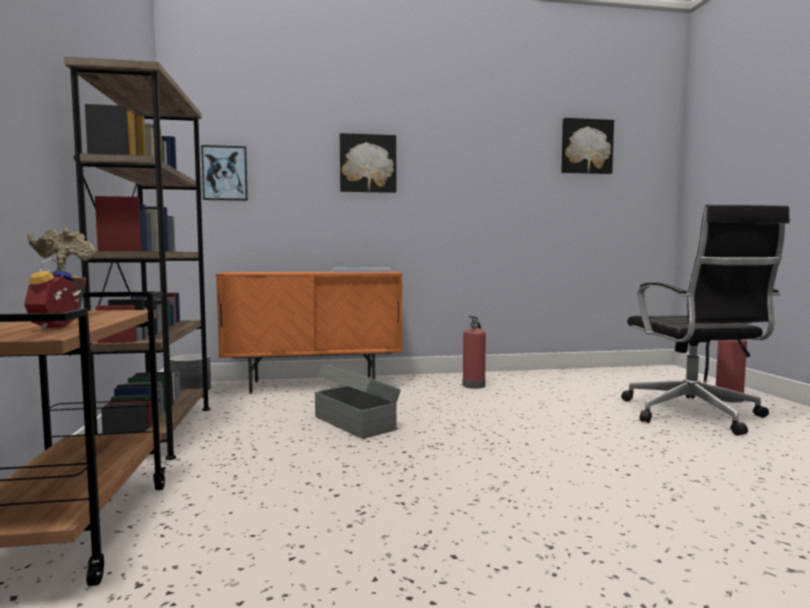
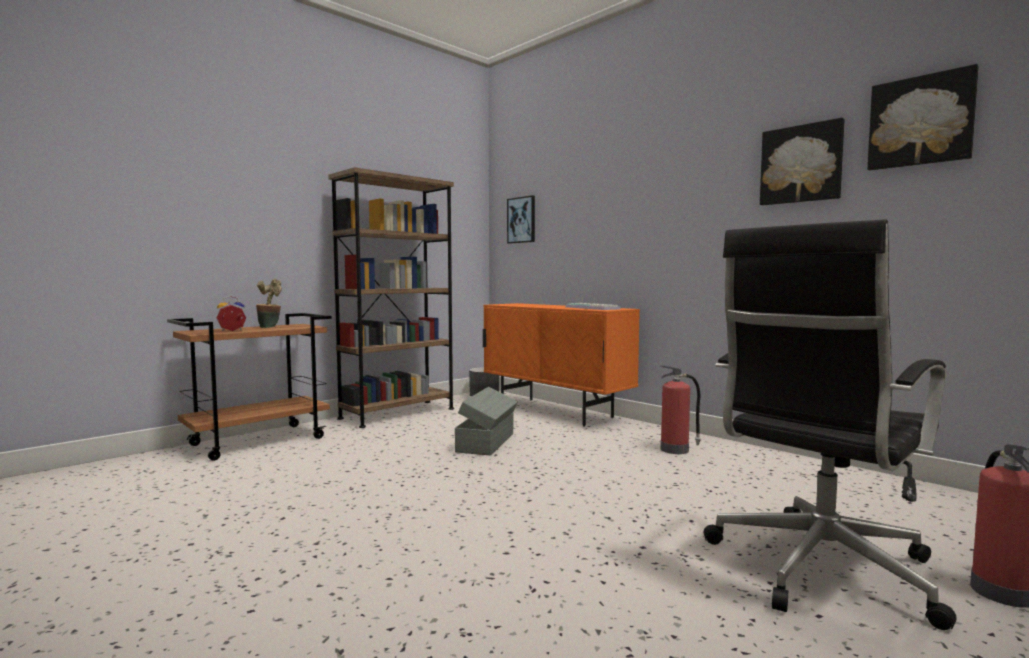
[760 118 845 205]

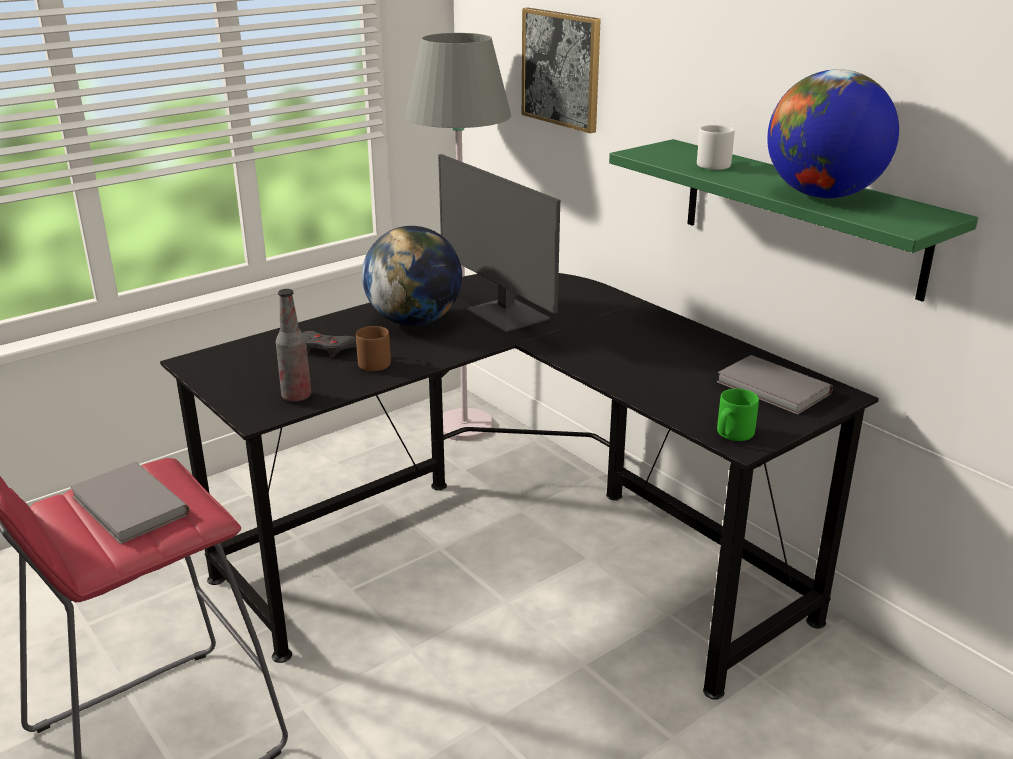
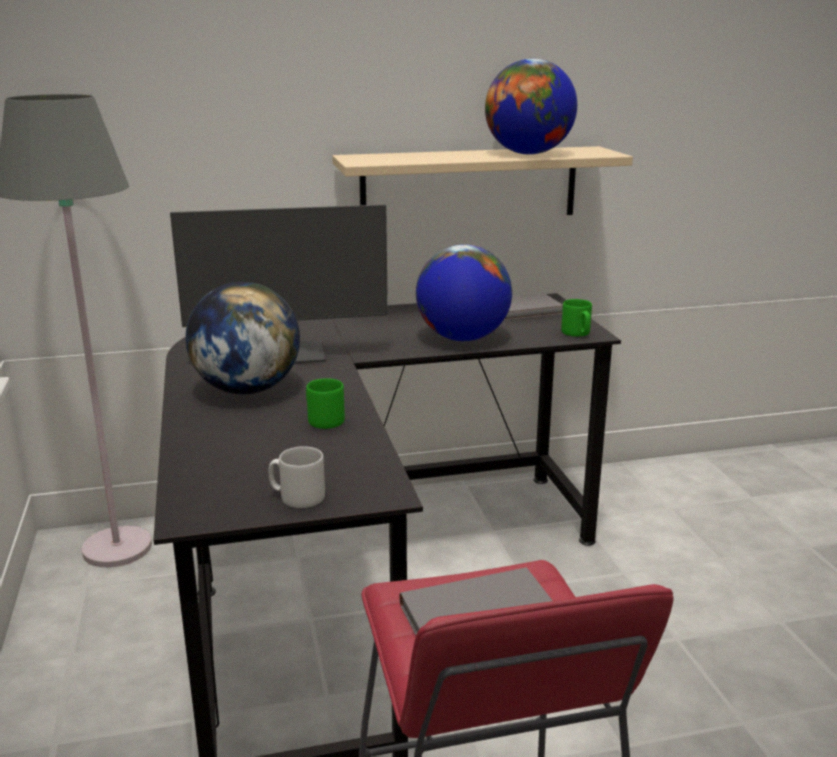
[522 8 601 133] (first image)
[269 446 325 508]
[332 146 633 215]
[276 289 311 402] (first image)
[306 378 345 429]
[303 331 357 357] (first image)
[416 245 512 341]

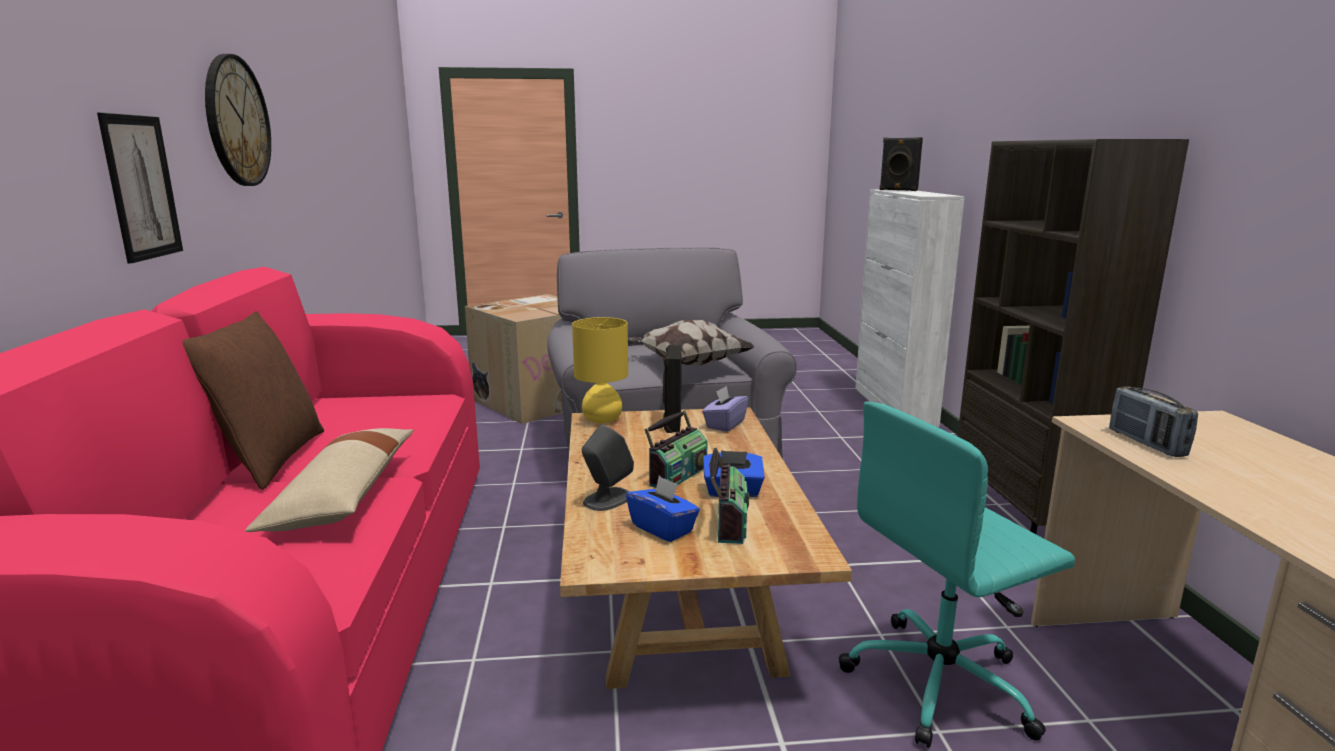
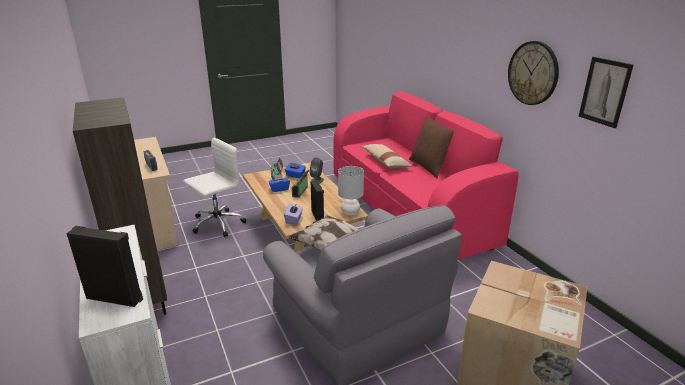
[579 57 633 128]
[338 166 364 216]
[183 137 247 237]

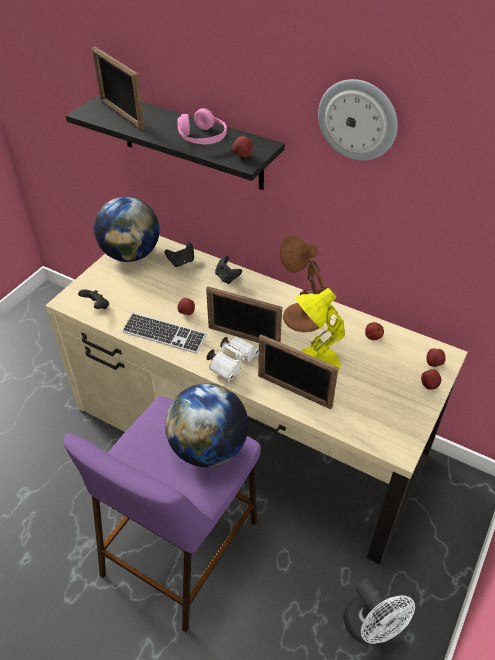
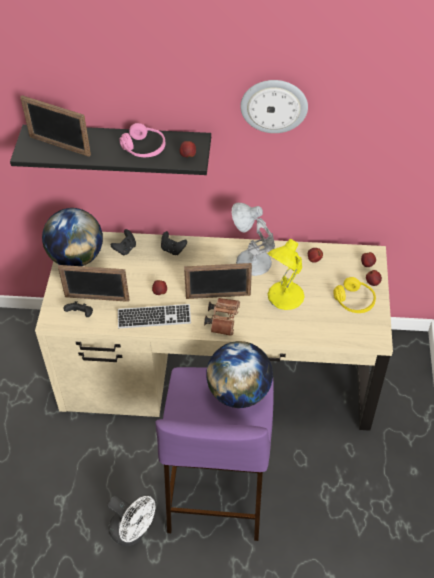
[232 203 275 276]
[58 265 130 302]
[204 298 240 336]
[107 495 155 546]
[333 277 376 313]

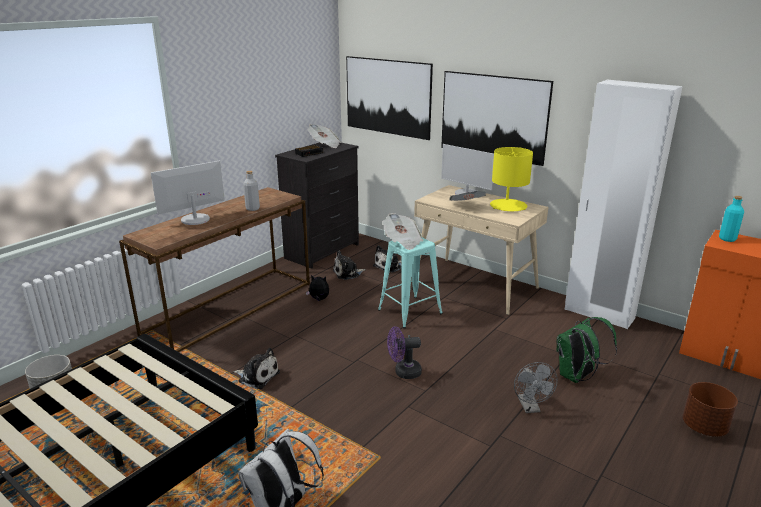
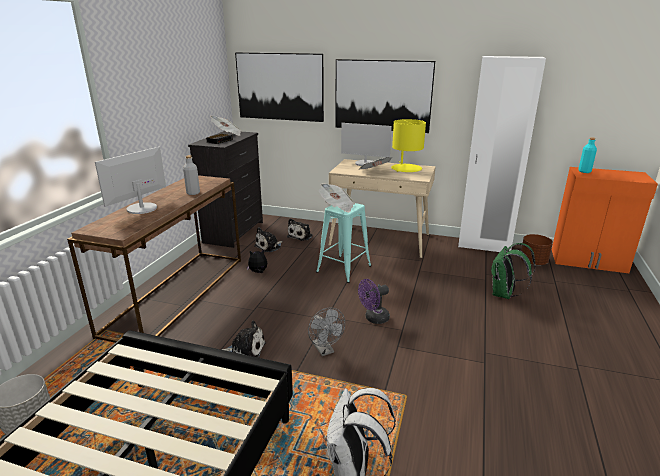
[308 308 345 356]
[521 234 553 265]

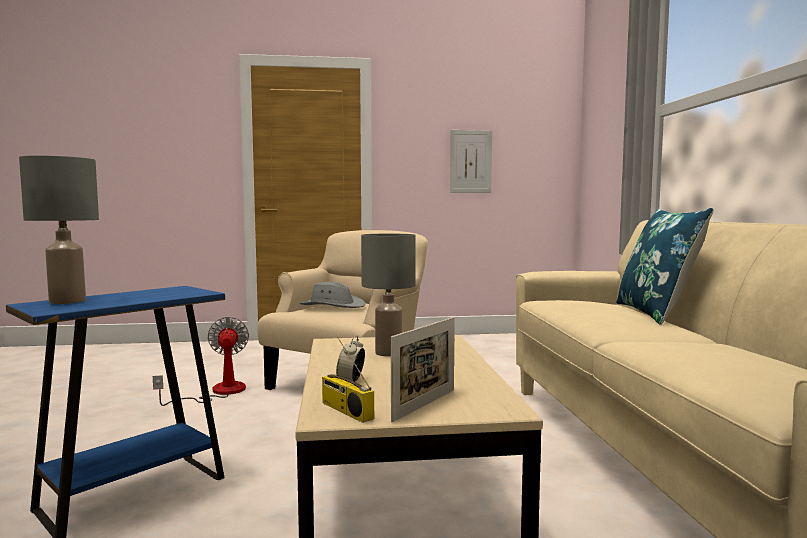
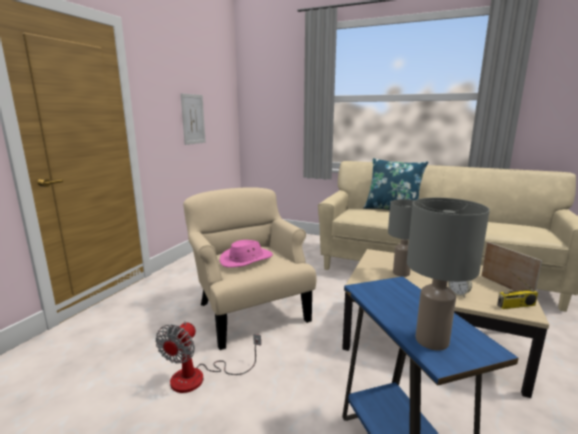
[220 240 273 268]
[156 321 261 393]

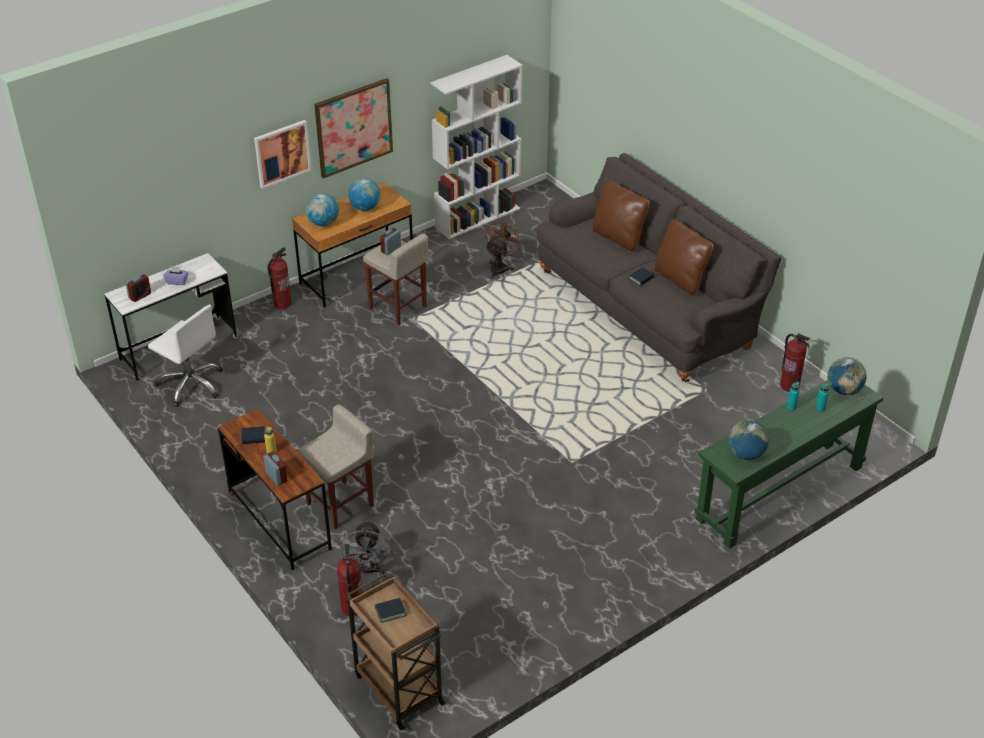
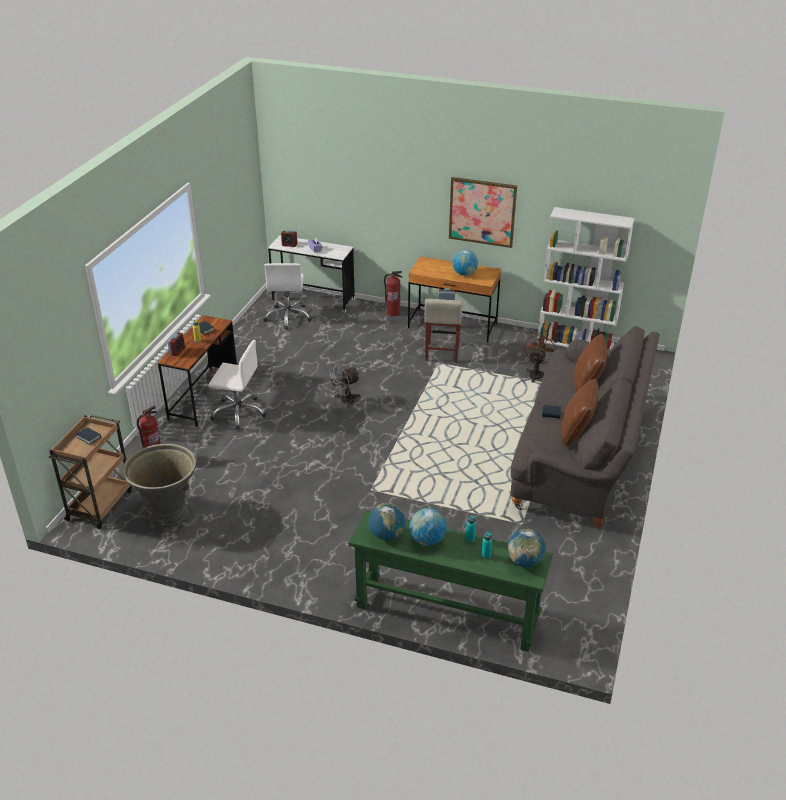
[254 120 311 189] (first image)
[409 508 447 546]
[524 332 557 383]
[780 333 810 392] (first image)
[208 340 267 430]
[326 363 360 408]
[122 444 196 527]

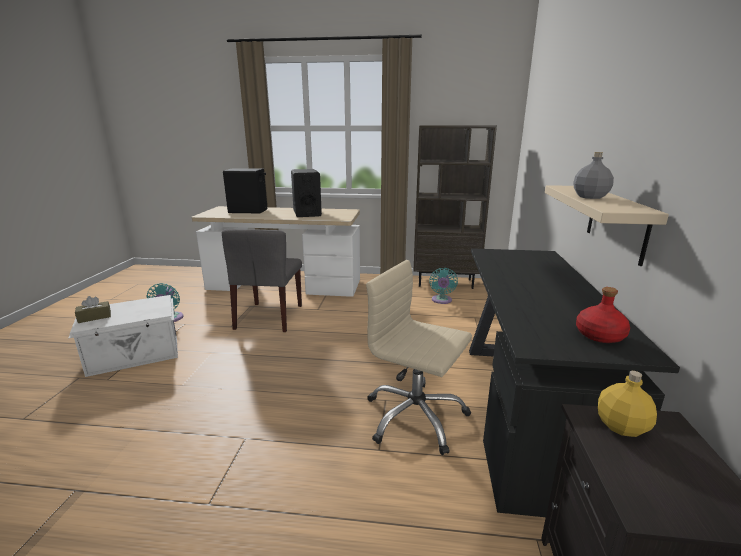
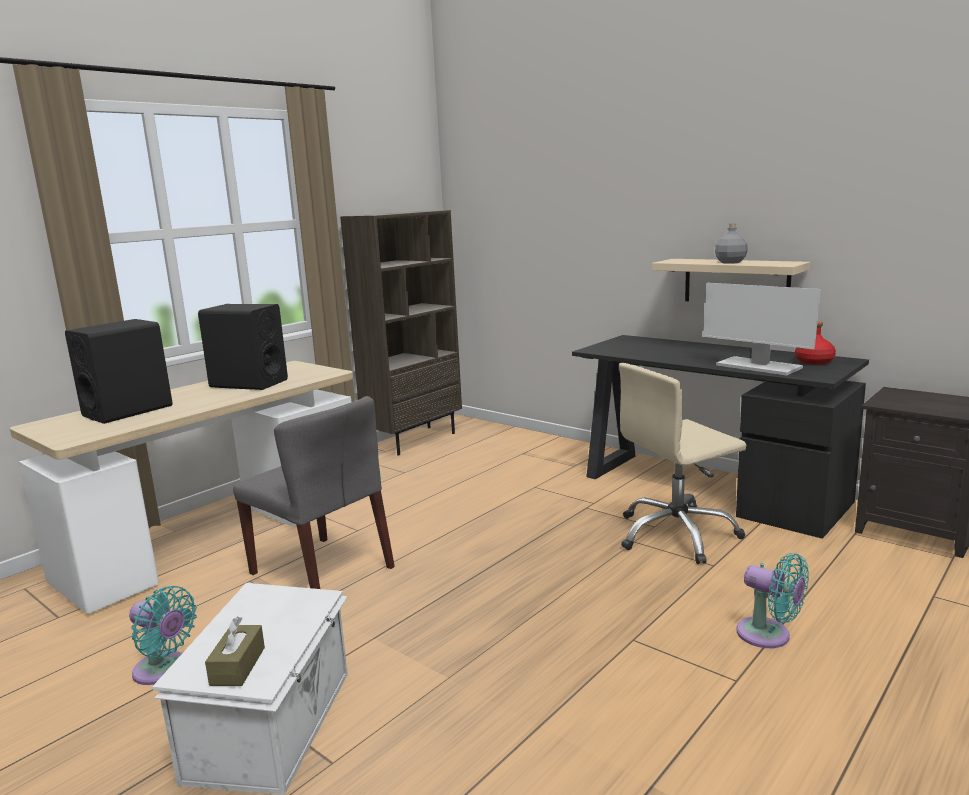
[736 553 809 648]
[598 371 657 437] (first image)
[703 283 821 375]

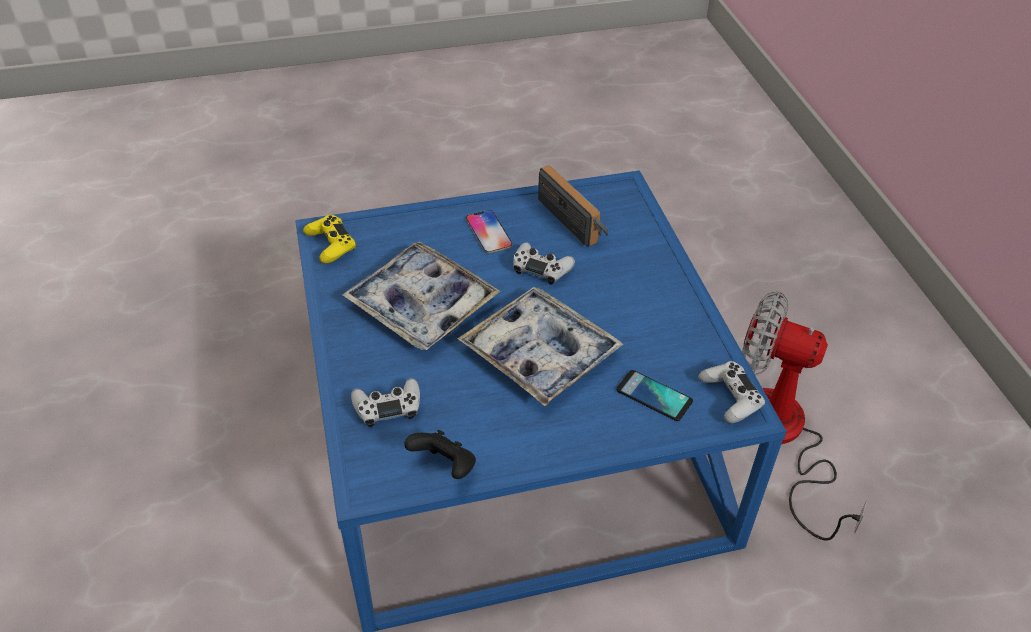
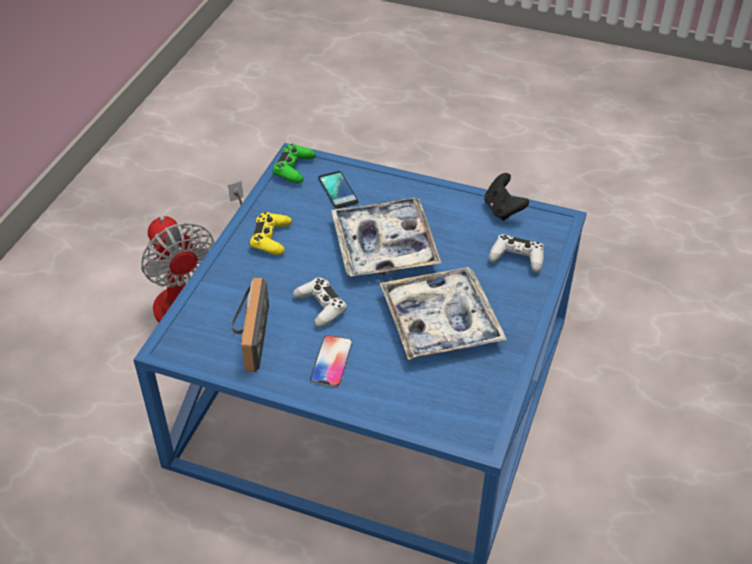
[250 212 292 255]
[273 144 316 183]

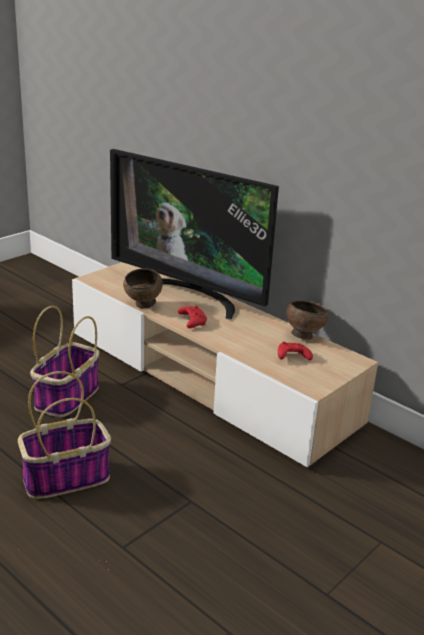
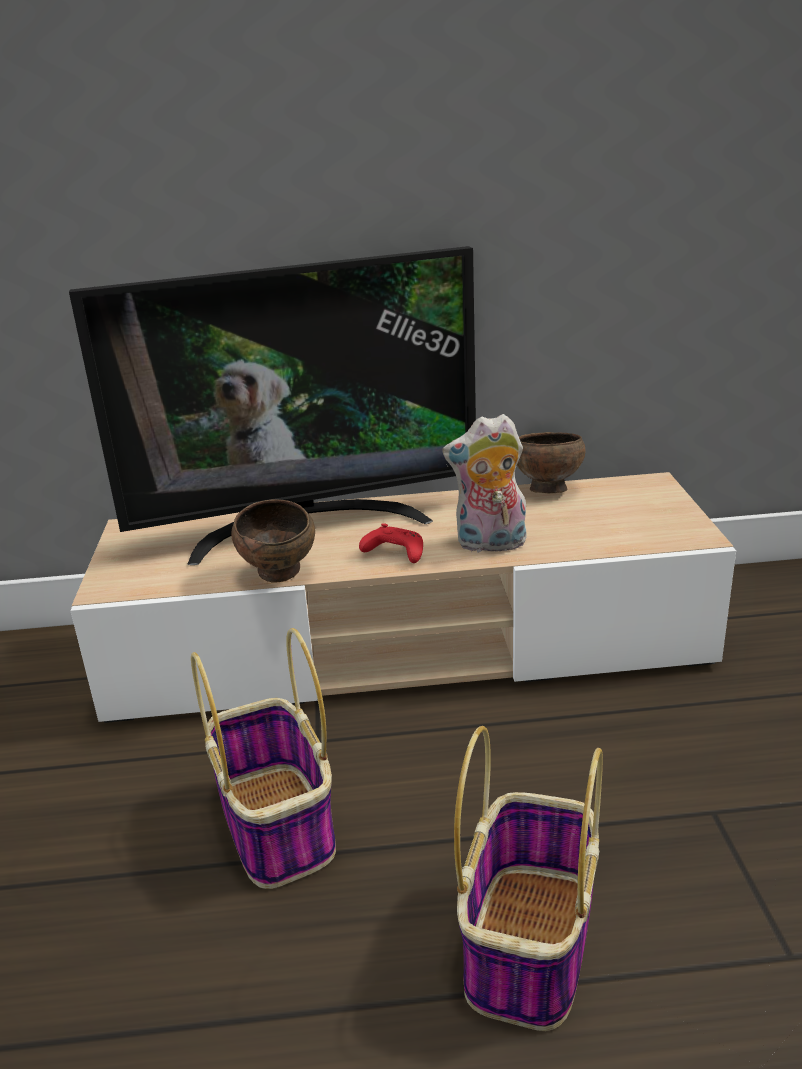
[278 342 313 360] (first image)
[442 414 527 552]

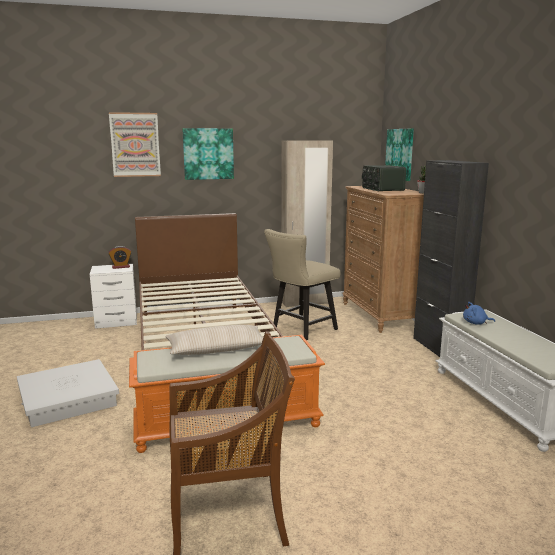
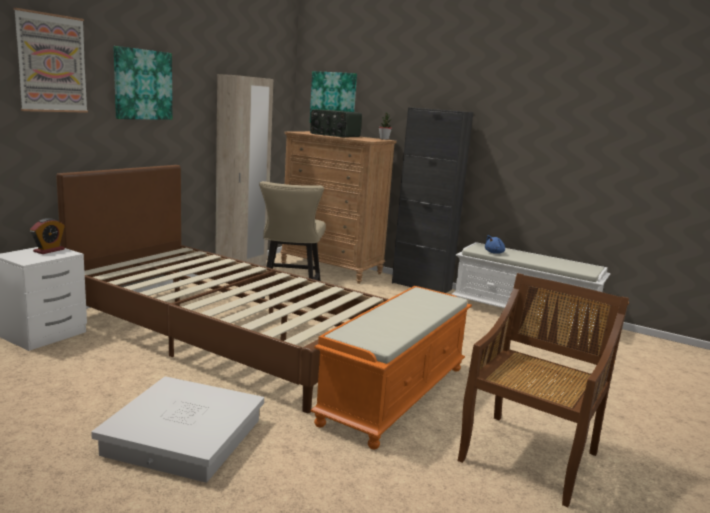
[165 325 263 355] (first image)

